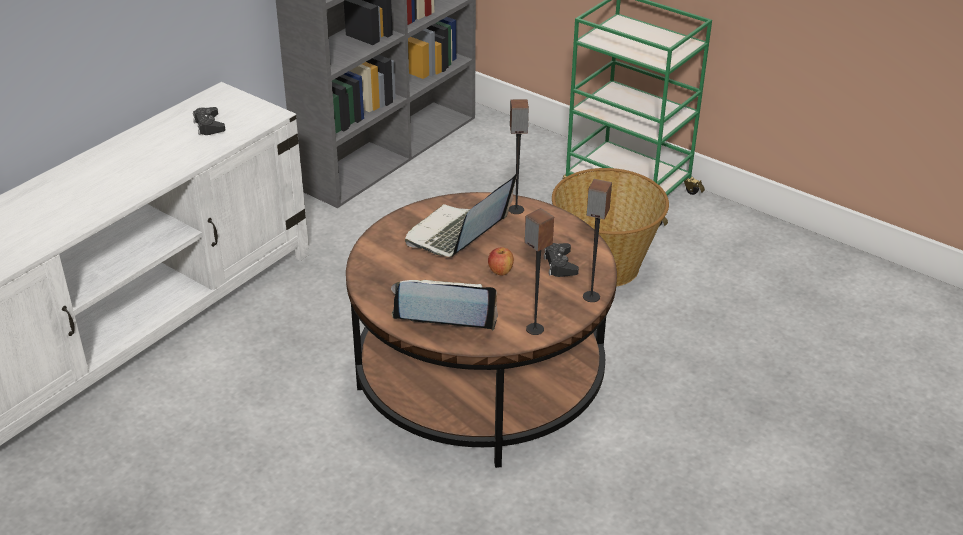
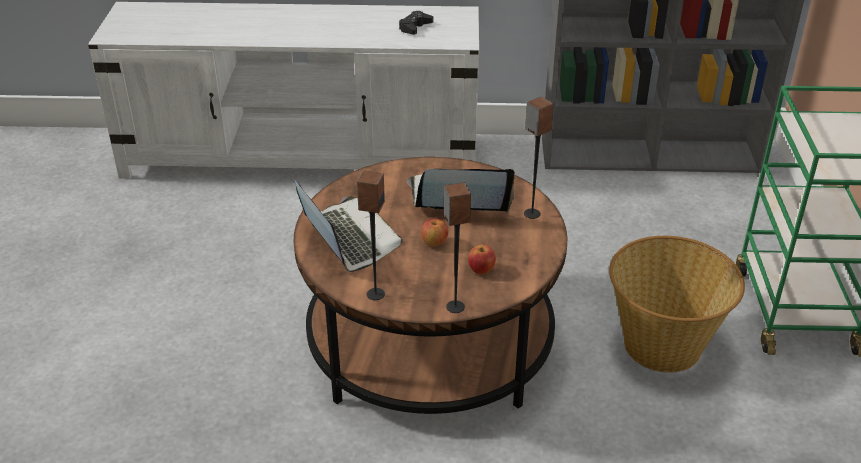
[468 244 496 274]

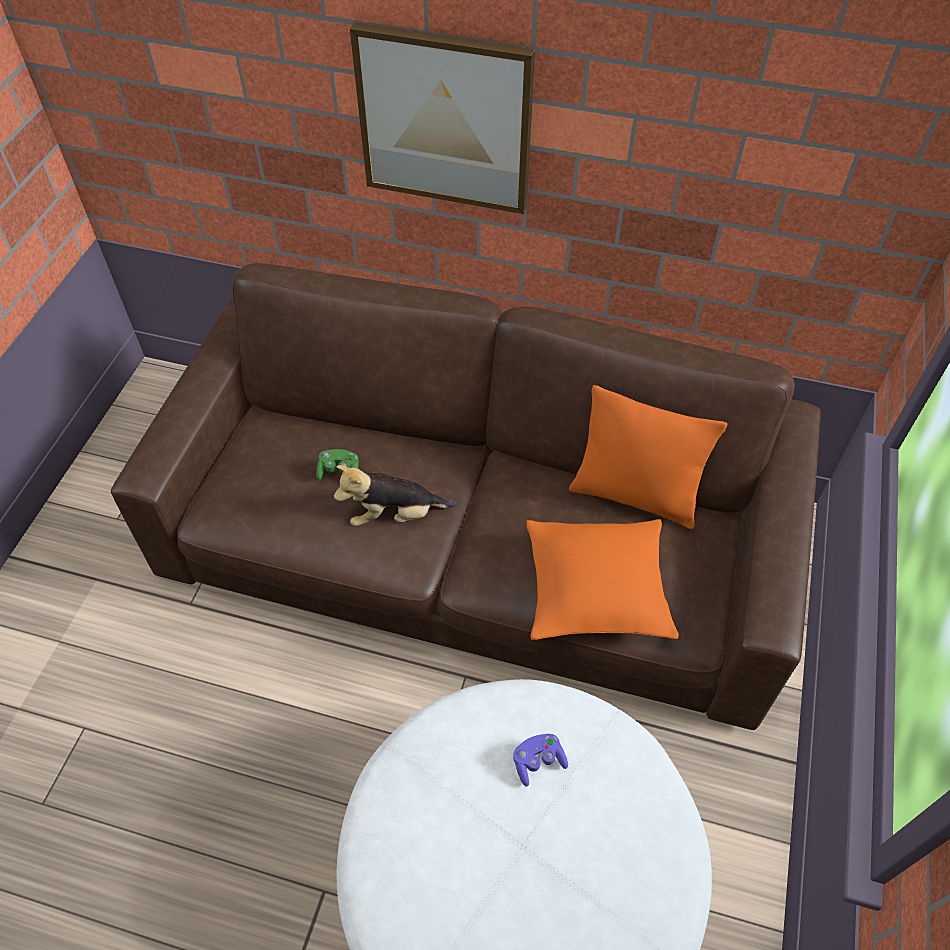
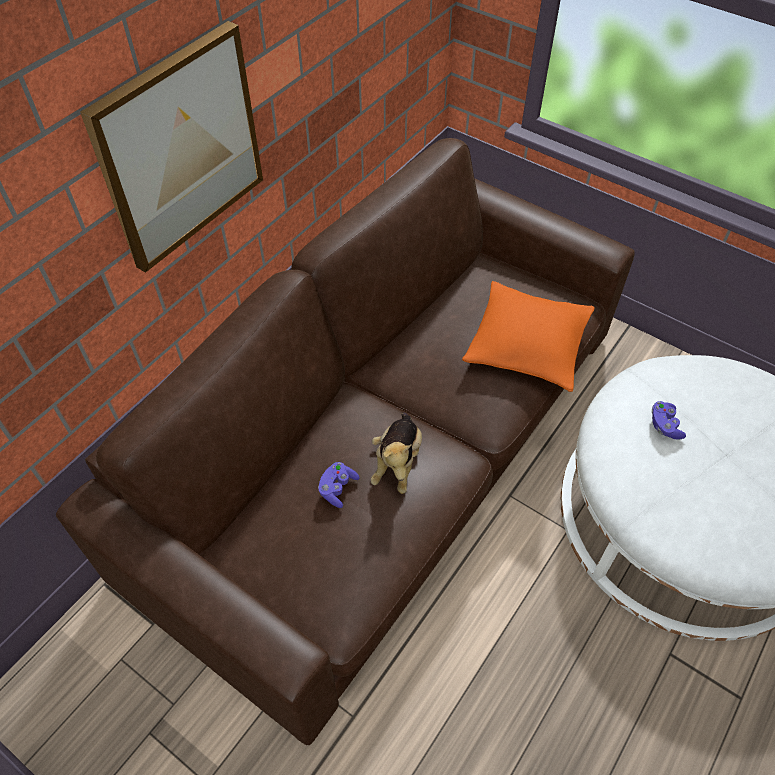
[569 385 728 529] (first image)
[318 462 360 508]

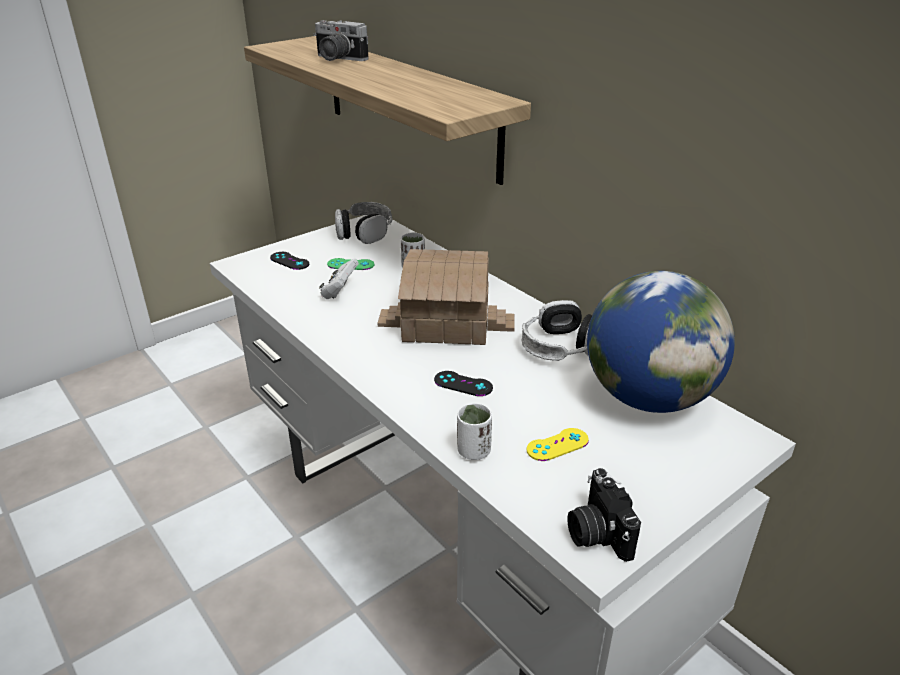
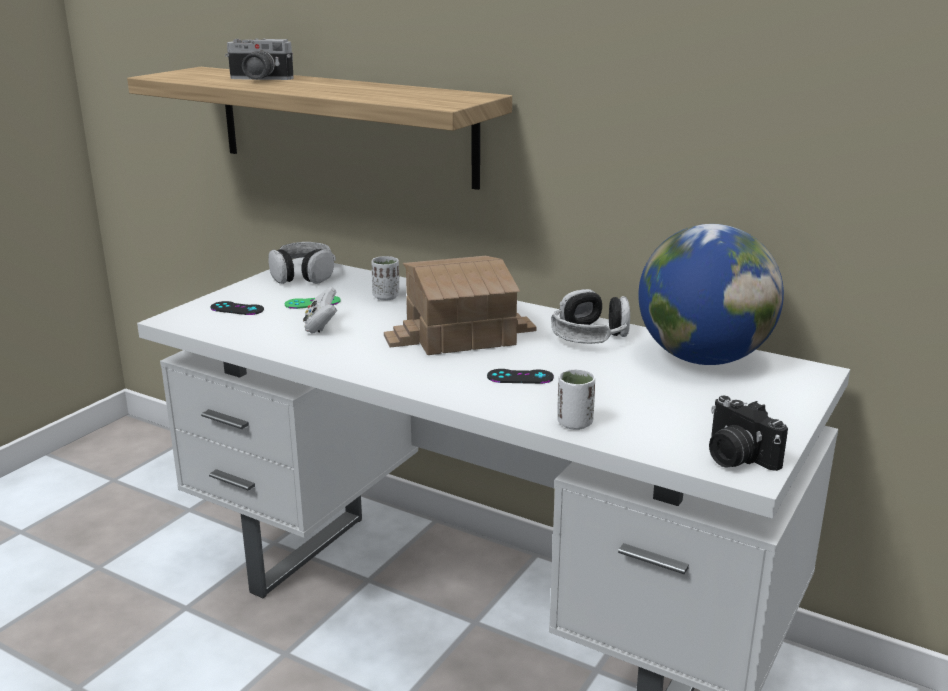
[527 428 589 461] (first image)

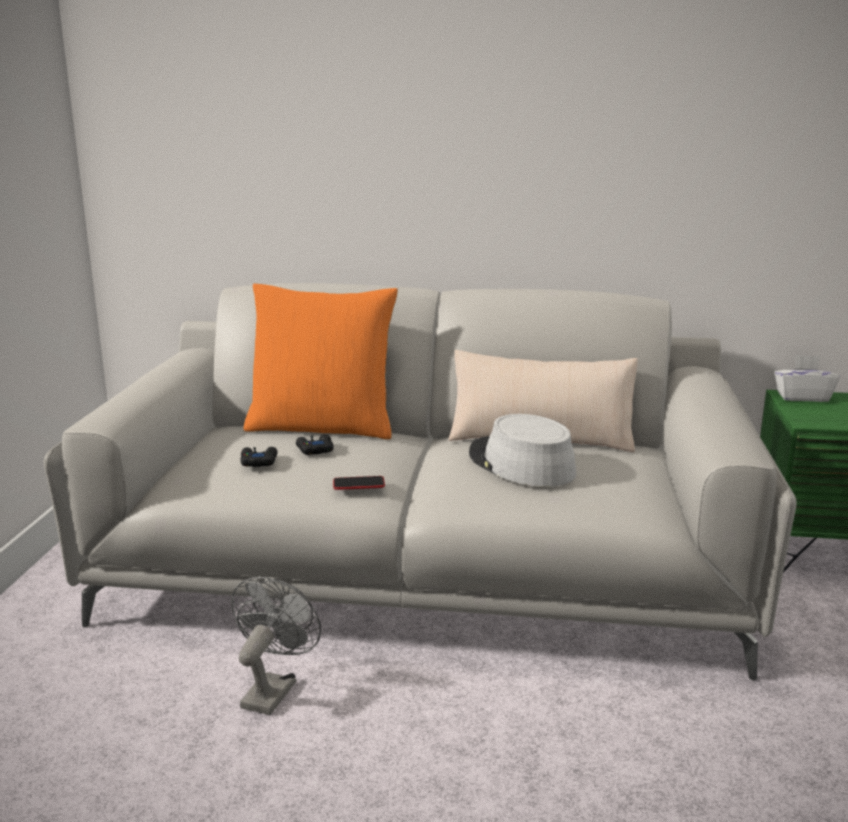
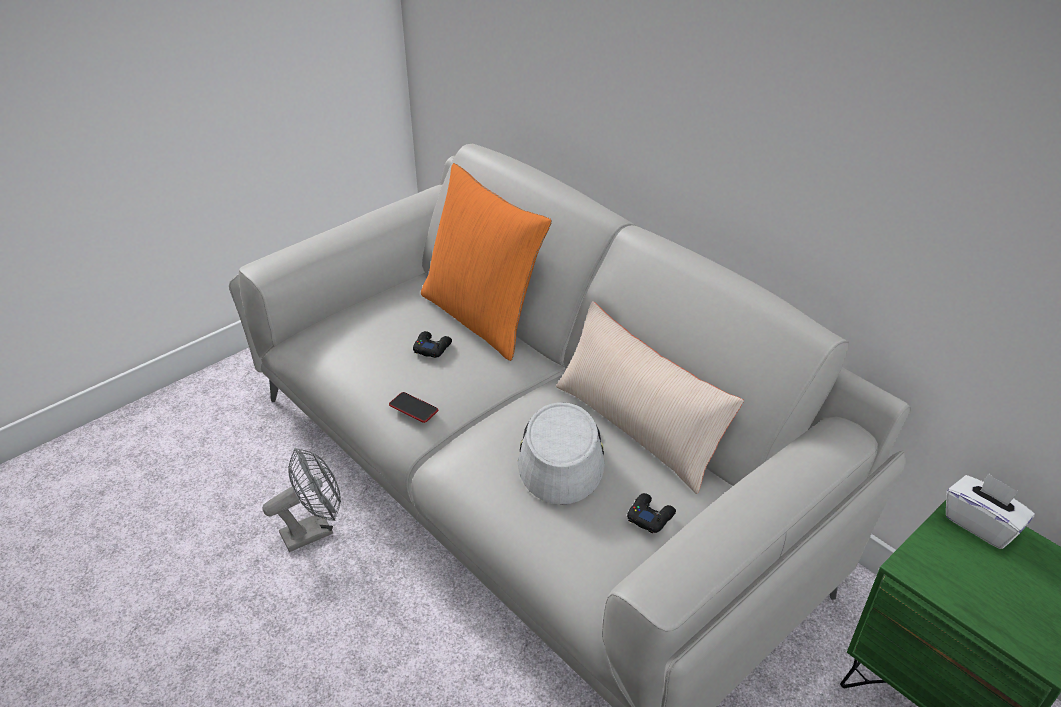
[627 493 676 533]

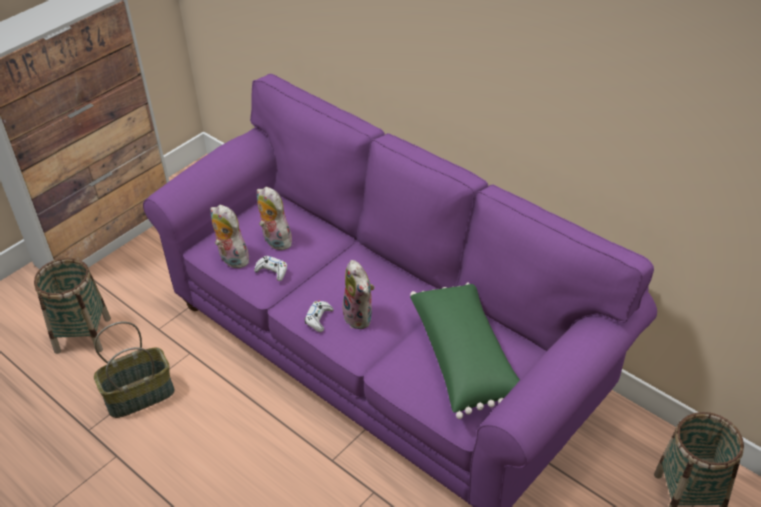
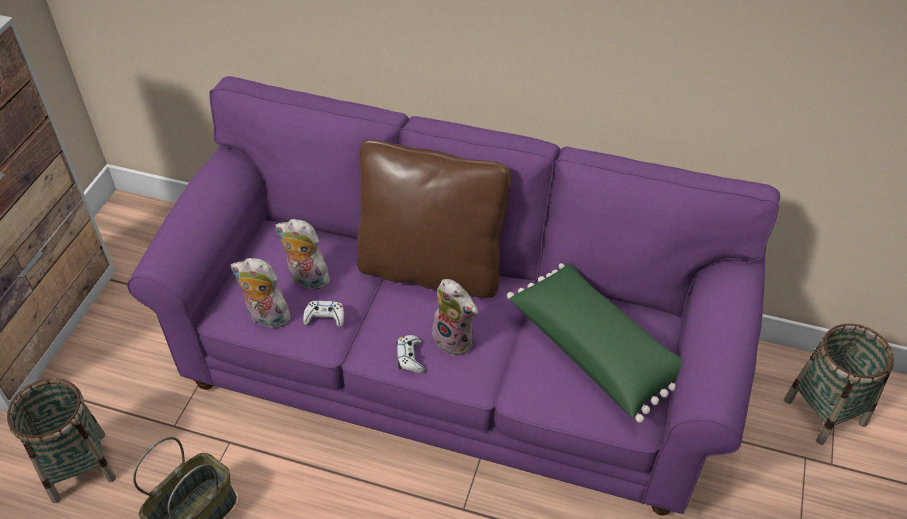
[357 140 511 298]

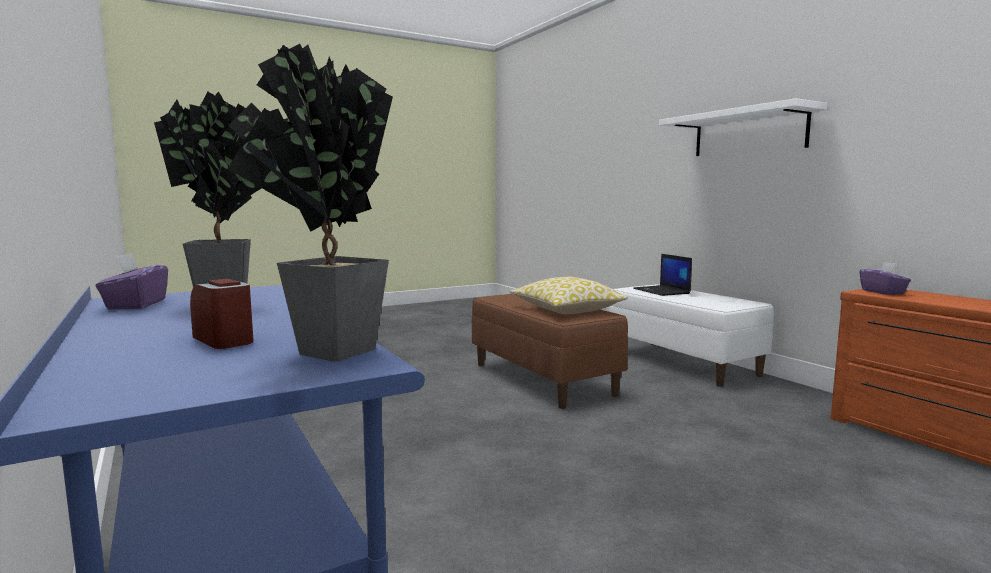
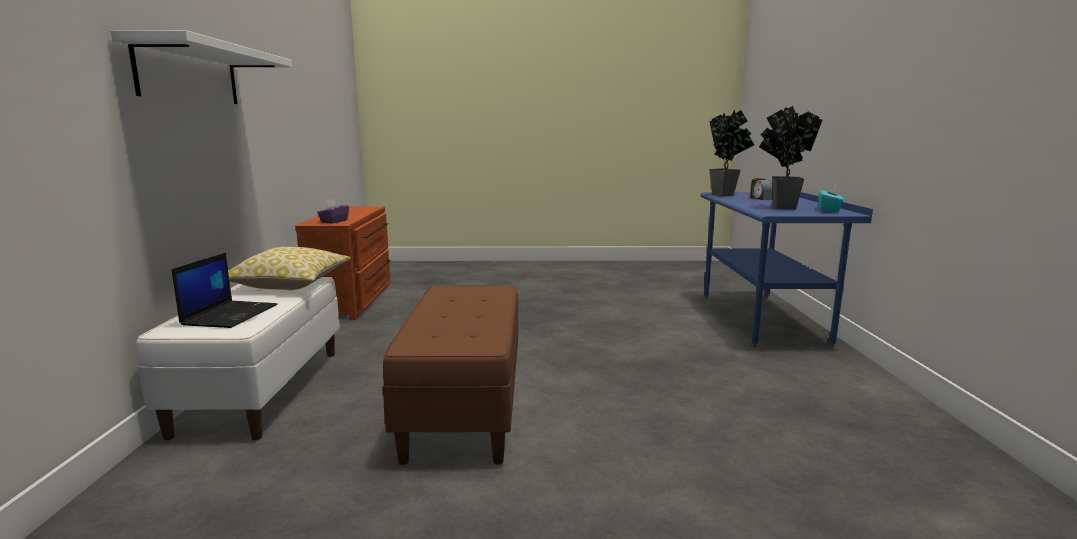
[819 186 844 212]
[228 247 351 290]

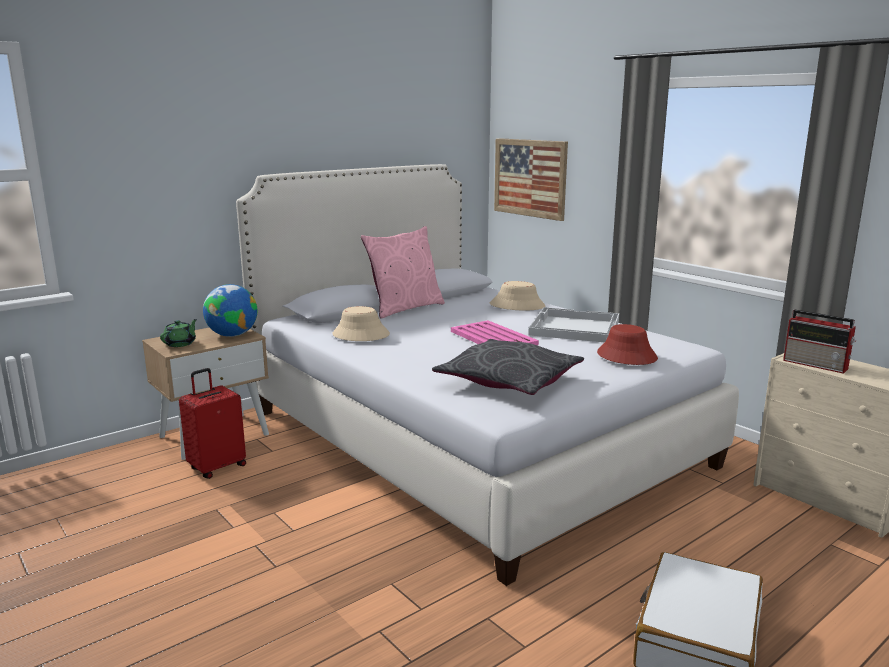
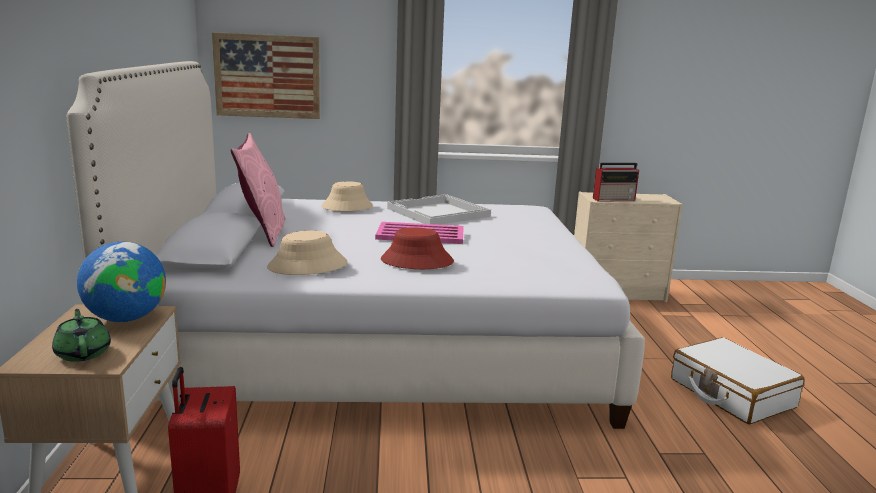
[381 227 454 269]
[432 339 584 395] (first image)

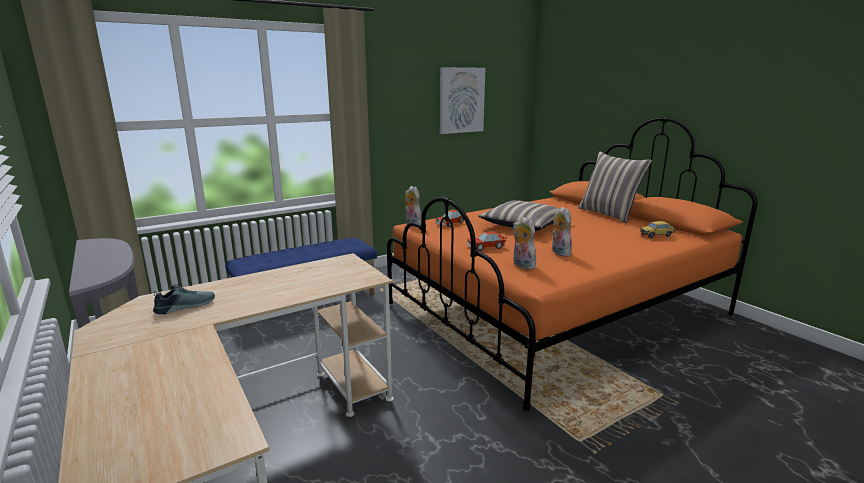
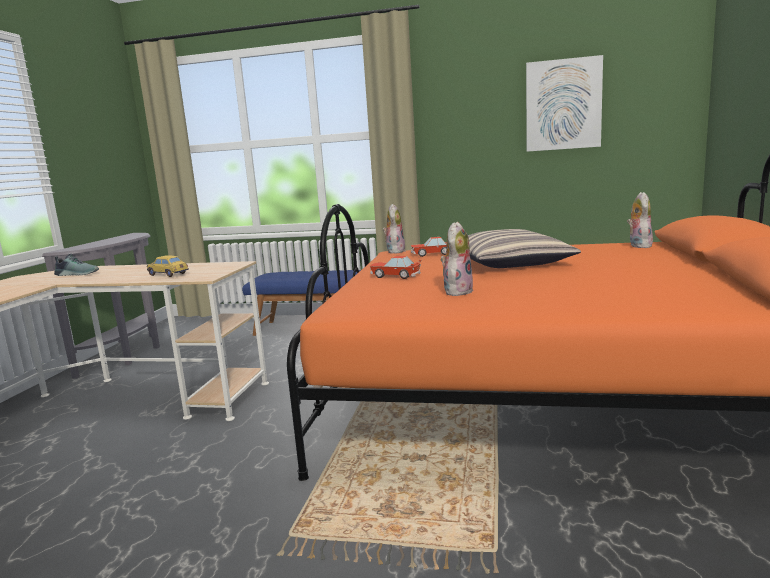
[578 151 652 223] (first image)
[627 192 653 248]
[147 255 189 277]

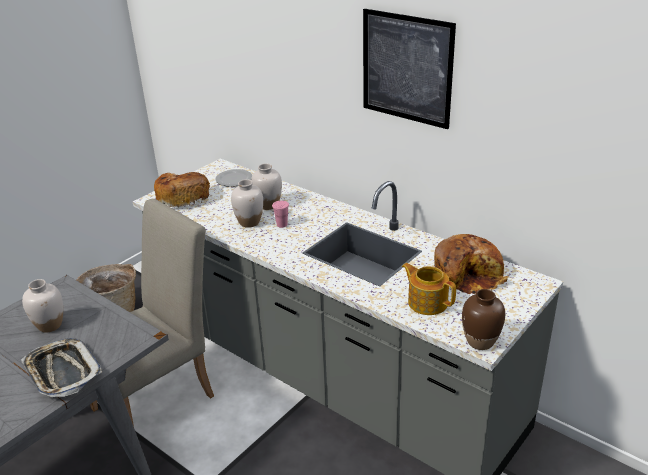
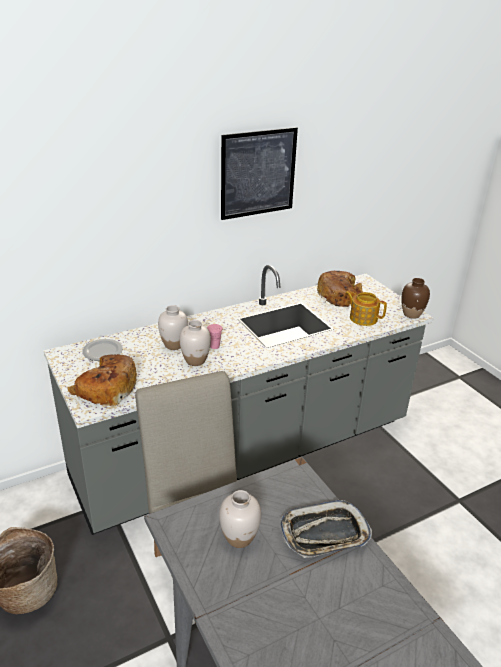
[346 290 387 326]

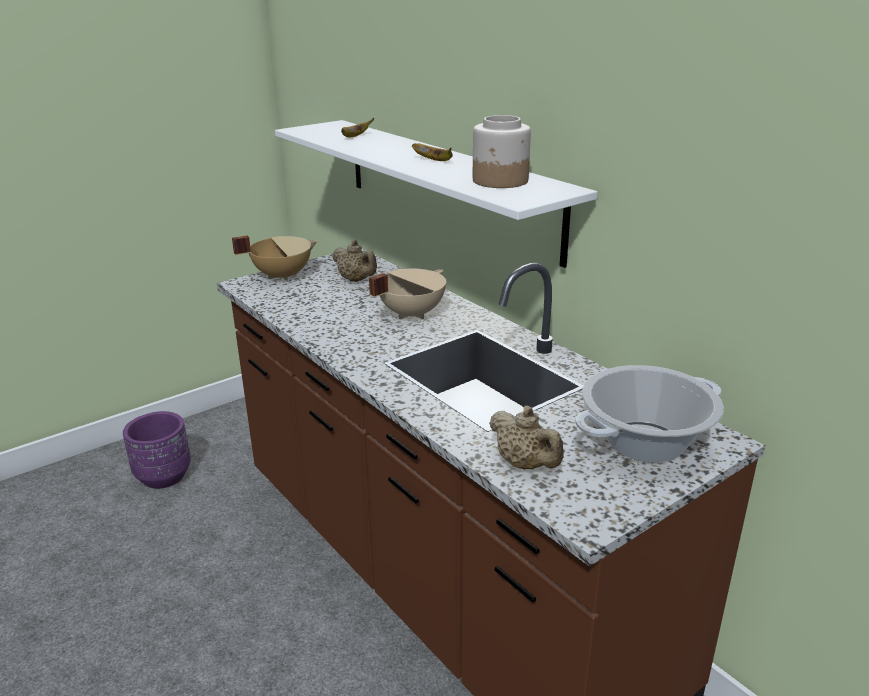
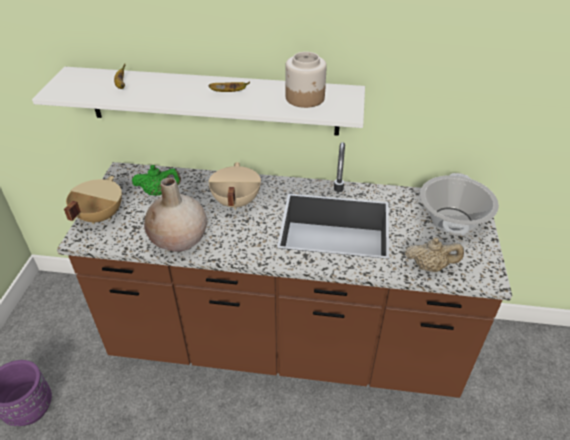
[132 165 181 196]
[144 178 207 252]

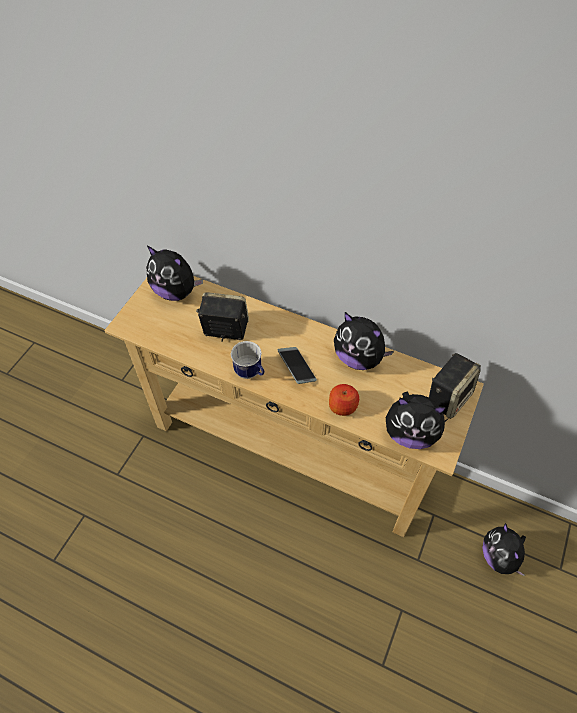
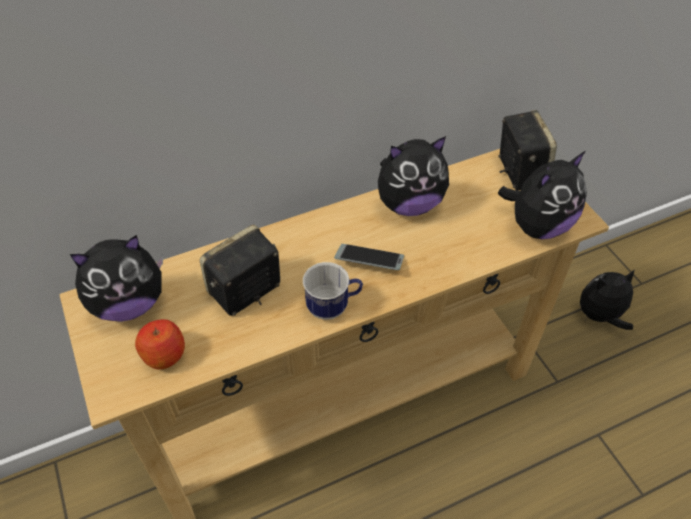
[135 319 185 370]
[580 269 635 330]

